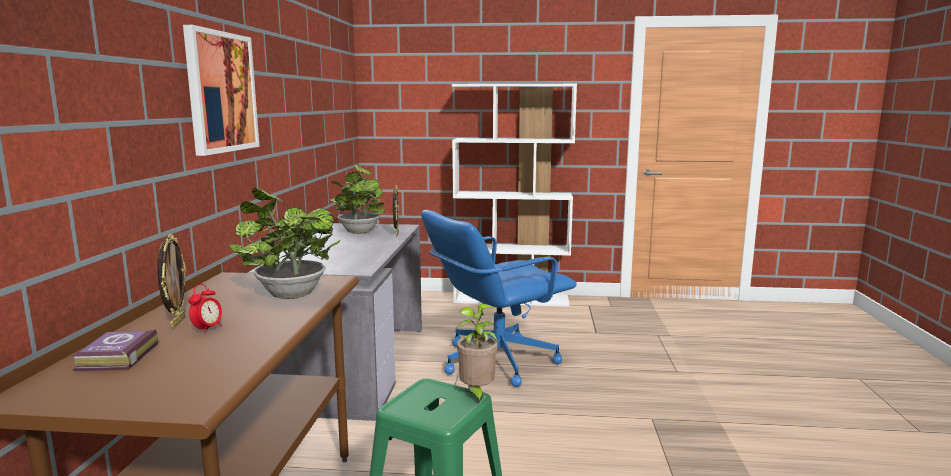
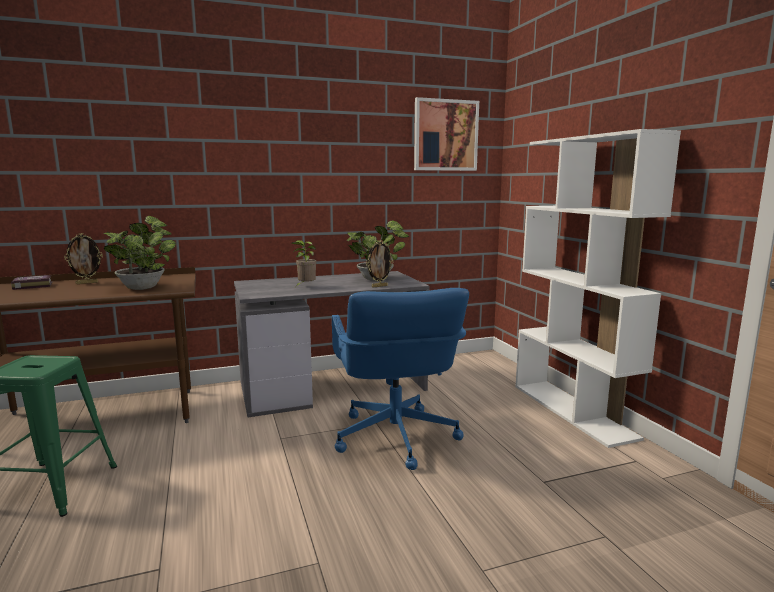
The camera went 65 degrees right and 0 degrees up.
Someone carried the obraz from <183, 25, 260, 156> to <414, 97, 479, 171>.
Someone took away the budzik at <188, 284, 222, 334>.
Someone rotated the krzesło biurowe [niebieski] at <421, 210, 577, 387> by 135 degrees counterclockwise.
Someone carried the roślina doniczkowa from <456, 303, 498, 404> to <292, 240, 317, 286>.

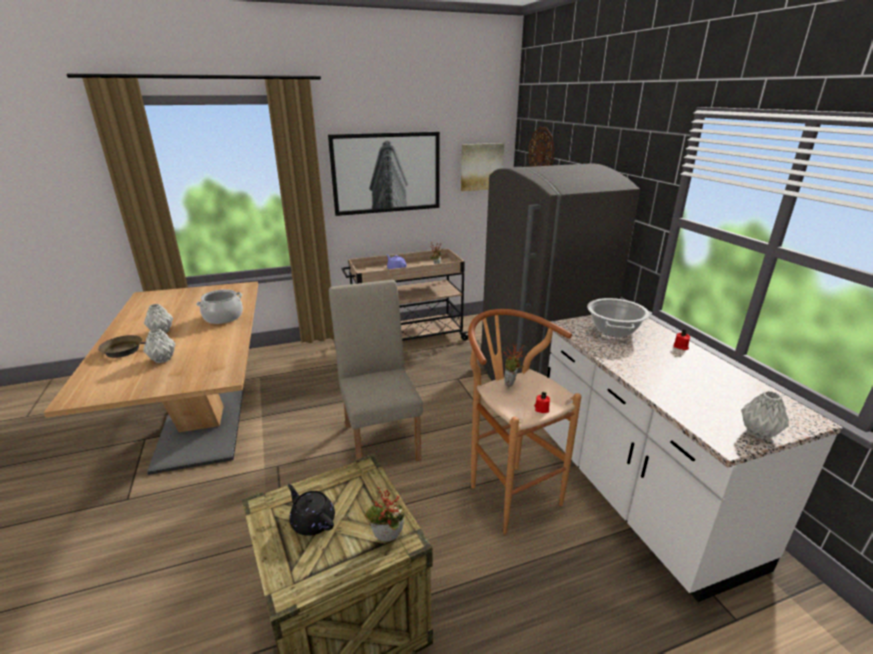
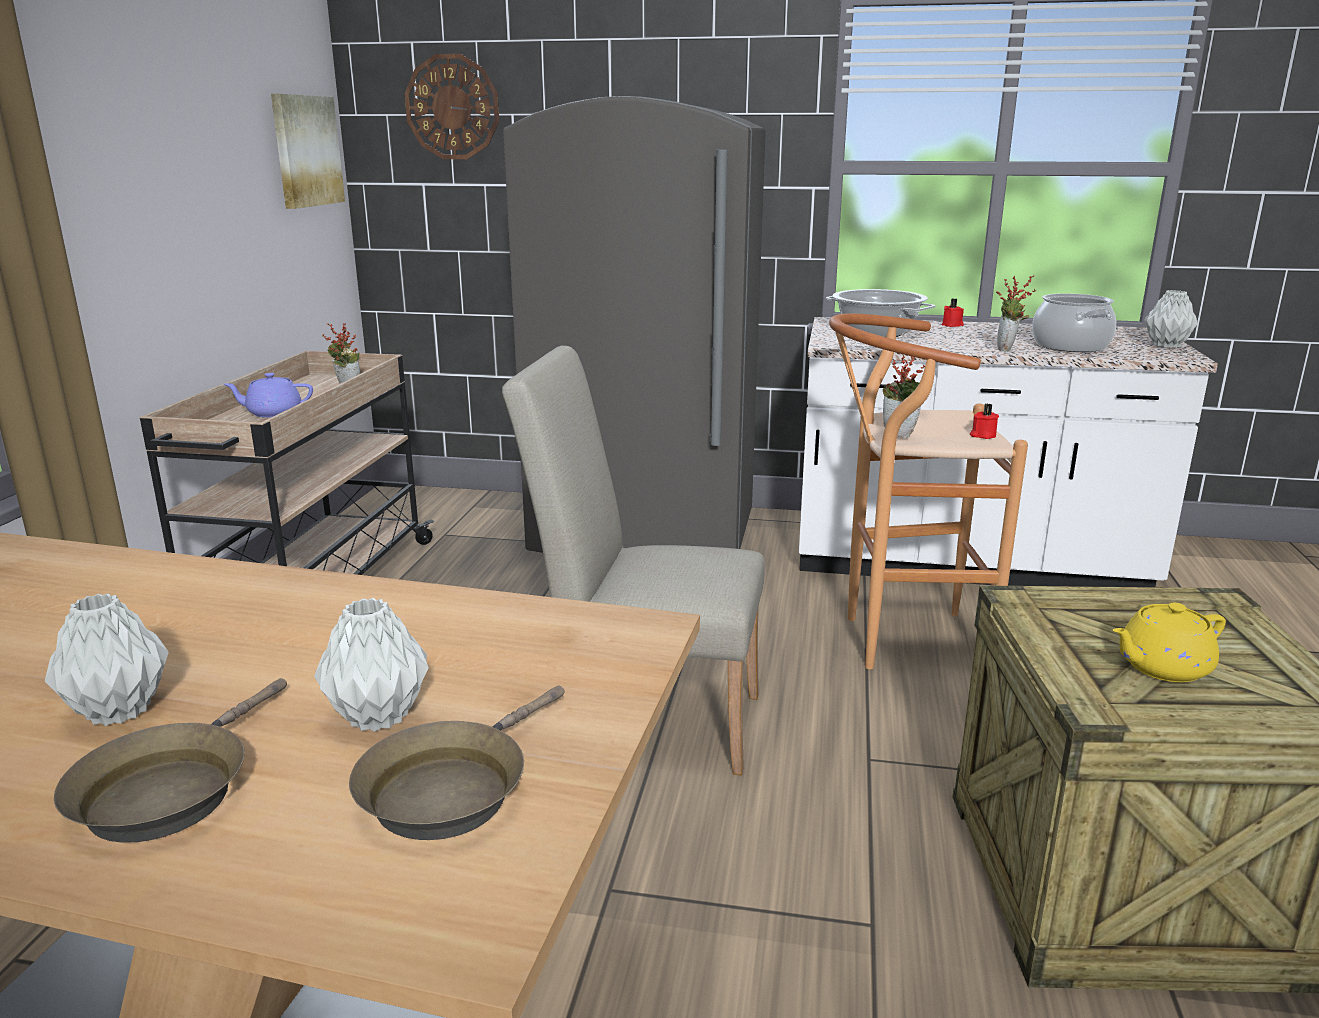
The camera went 60 degrees left and 5 degrees down.
Someone carried the garnek from <196, 289, 243, 324> to <1032, 293, 1116, 352>.
Someone repainted the imbryk [czarny] at <288, 484, 335, 536>, which became the imbryk [żółty] at <1113, 603, 1226, 682>.
Someone took away the obraz at <328, 132, 440, 216>.
Someone carried the roślina doniczkowa from <365, 487, 405, 542> to <996, 275, 1036, 352>.
Someone put down the patelnia [brązowy] at <349, 685, 564, 840>.

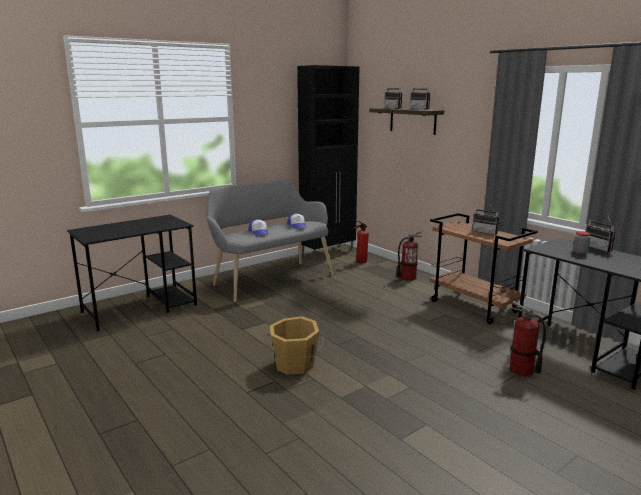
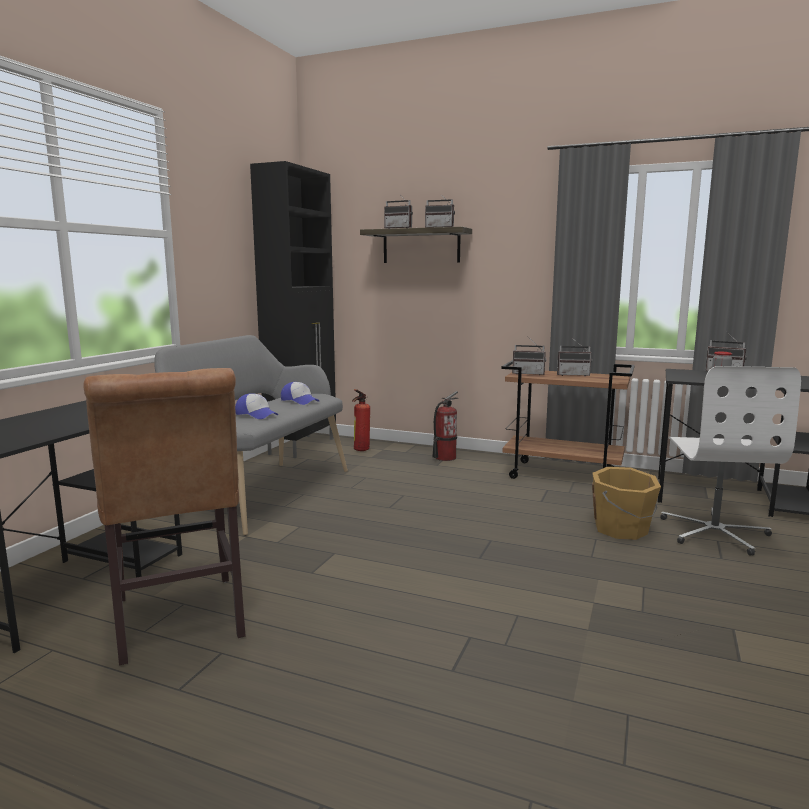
The camera went 30 degrees left and 5 degrees down.
Someone carried the wiadro [pomarańczowy] from <265, 316, 324, 375> to <592, 467, 661, 540>.
Someone swapped the gaśnica at <510, 301, 546, 377> for the krzesło biurowe [biały] at <660, 366, 801, 556>.
Someone put down the krzesło [brązowy] at <83, 368, 246, 665>.
Someone put down the radio at <512, 336, 546, 375>.

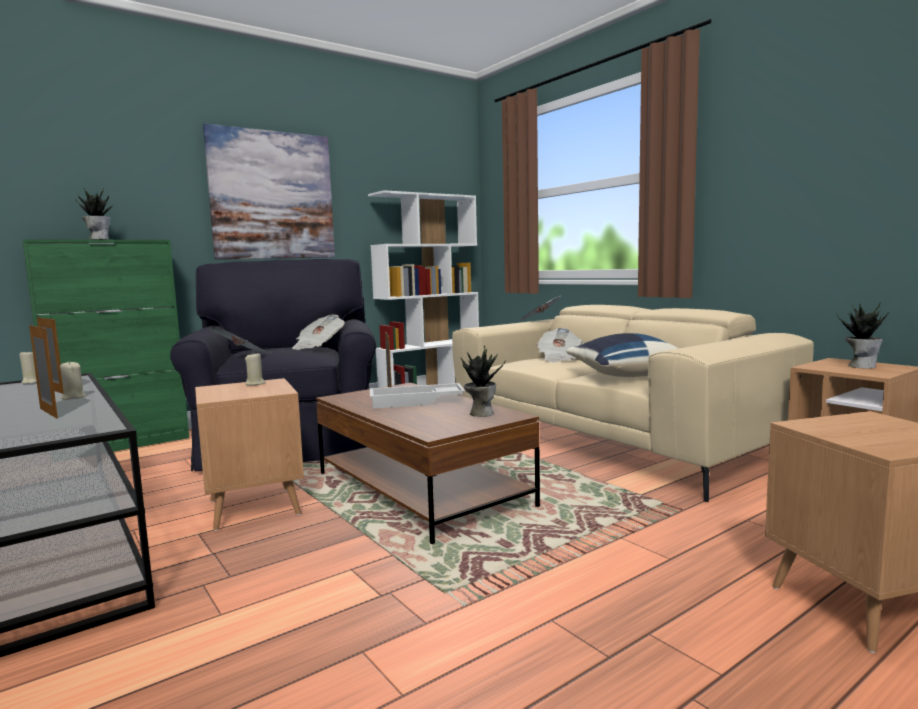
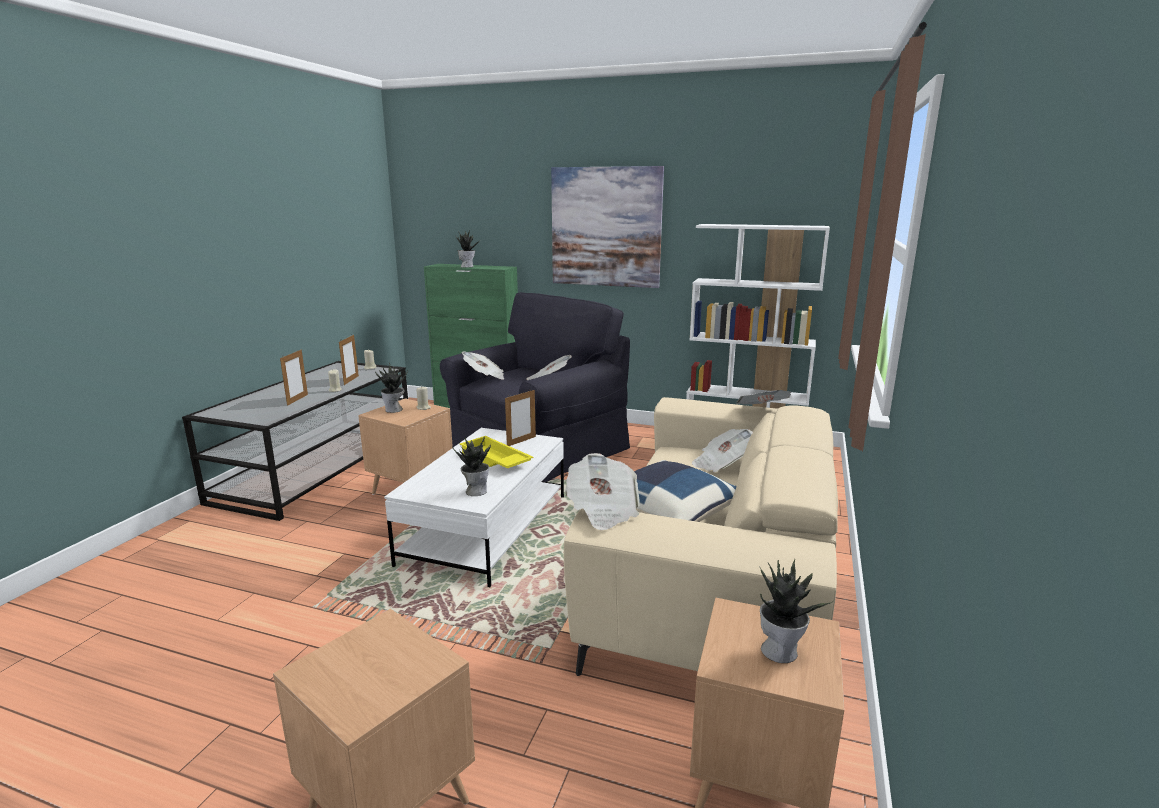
The camera went 55 degrees right and 10 degrees up.
Someone repainted the ława [brązowy] at <316, 383, 540, 544>, which became the ława [biały] at <384, 428, 564, 587>.
Someone repainted the taca [biały] at <370, 383, 465, 409>, which became the taca [żółty] at <460, 436, 533, 468>.
Someone put down the roślina doniczkowa at <375, 363, 408, 413>.
Someone put down the gazeta at <565, 453, 640, 530>.

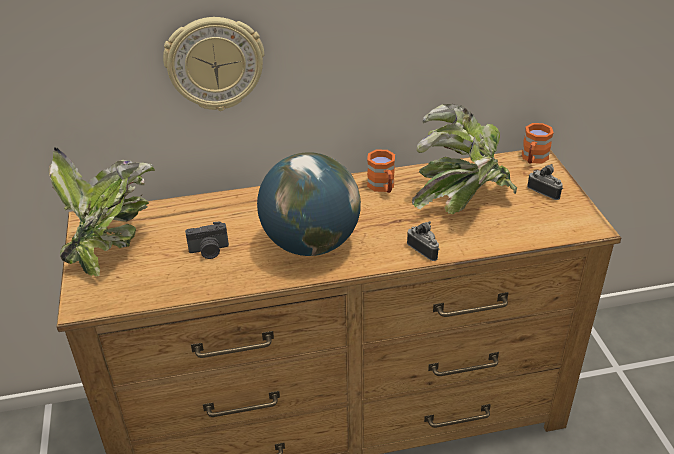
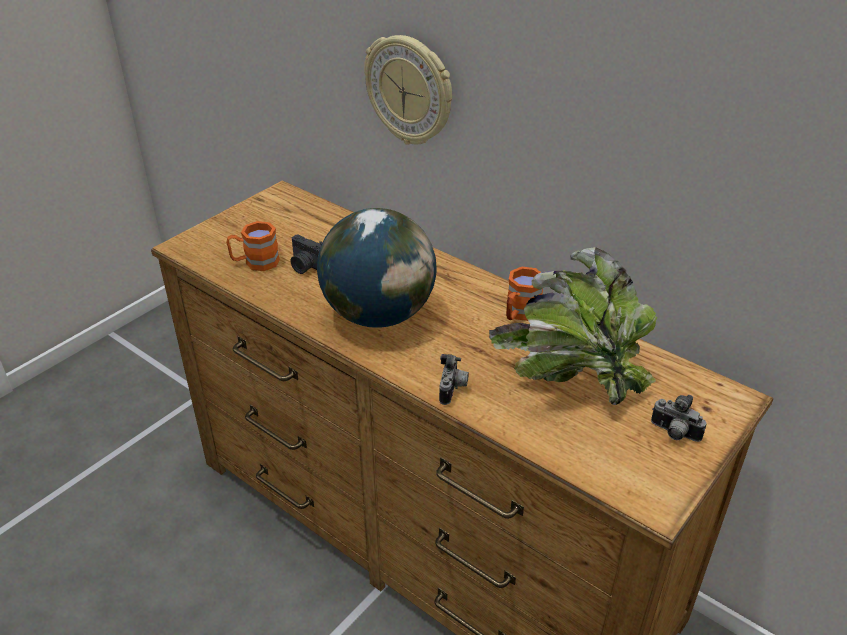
The camera went 50 degrees right and 0 degrees up.
Someone took away the roślina doniczkowa at <49, 148, 155, 277>.
Someone carried the kubek [pomarańczowy] from <522, 123, 554, 163> to <226, 221, 280, 271>.
Someone rotated the aparat fotograficzny at <527, 164, 563, 200> by 120 degrees clockwise.

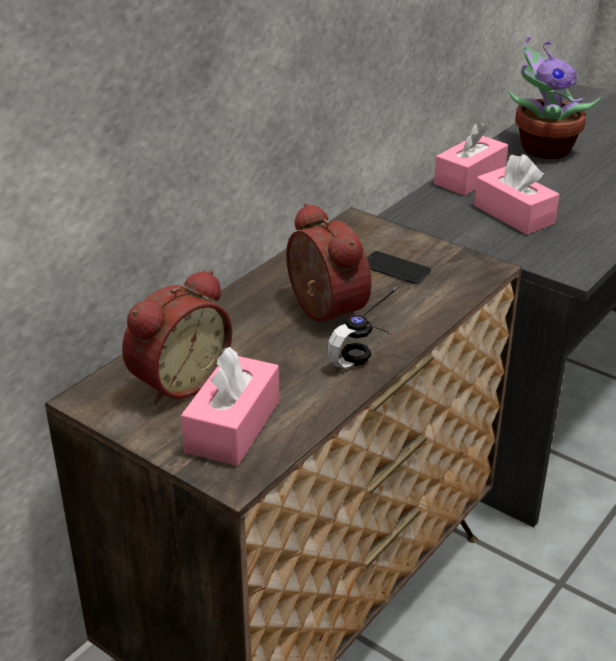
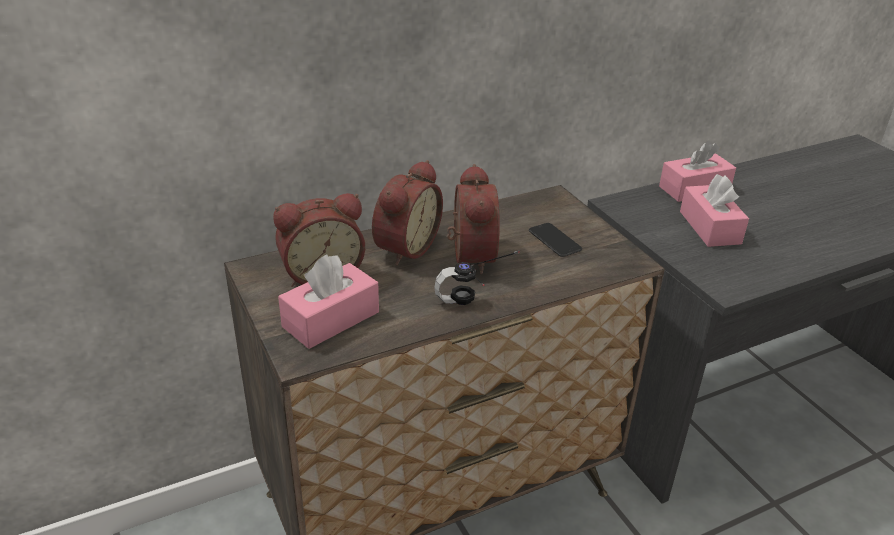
The camera went 25 degrees right and 0 degrees up.
Someone took away the roślina doniczkowa at <508, 35, 601, 159>.
Someone put down the budzik at <372, 160, 443, 266>.

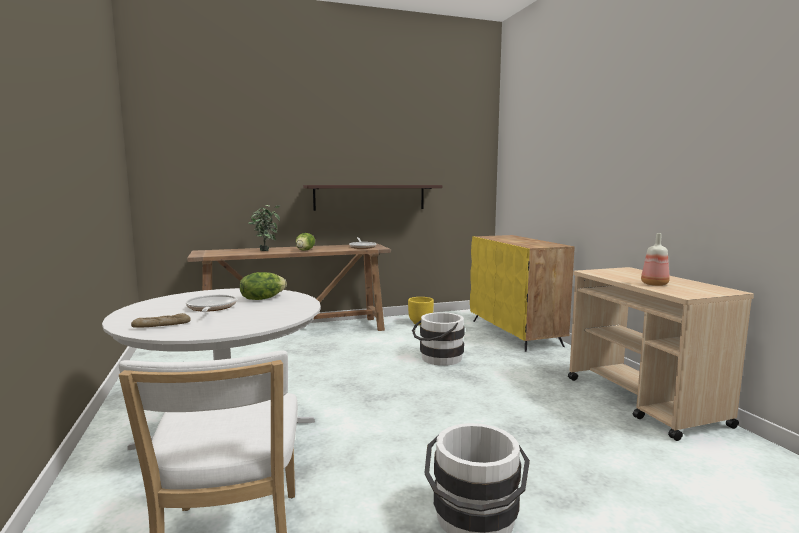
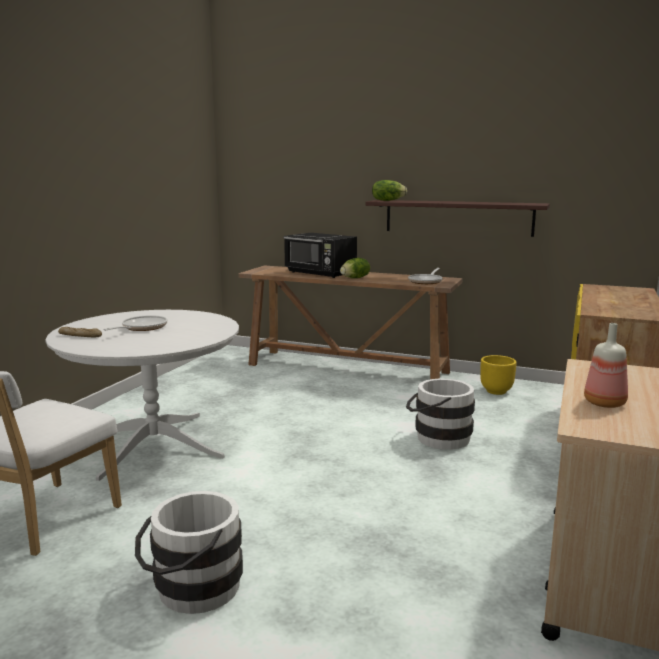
The camera went 40 degrees right and 5 degrees up.
Someone carried the sałata from <239, 272, 287, 300> to <372, 180, 407, 201>.
Someone swapped the roślina doniczkowa at <249, 205, 281, 251> for the mikrofalówka [czarny] at <283, 233, 357, 278>.

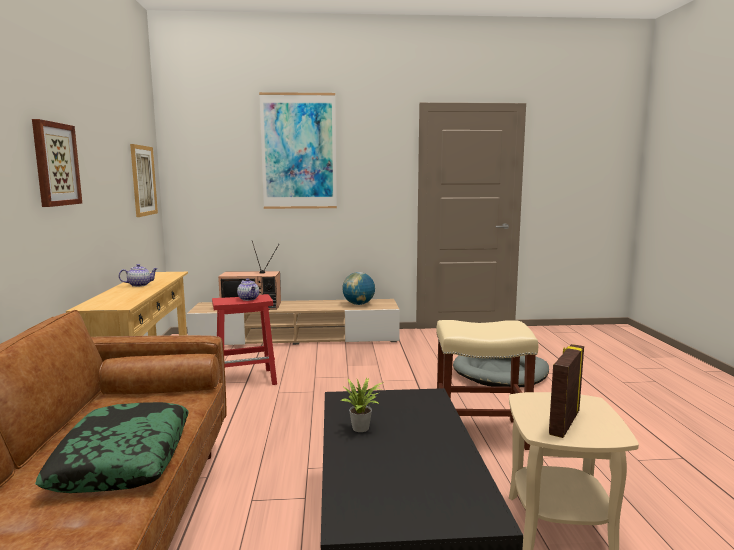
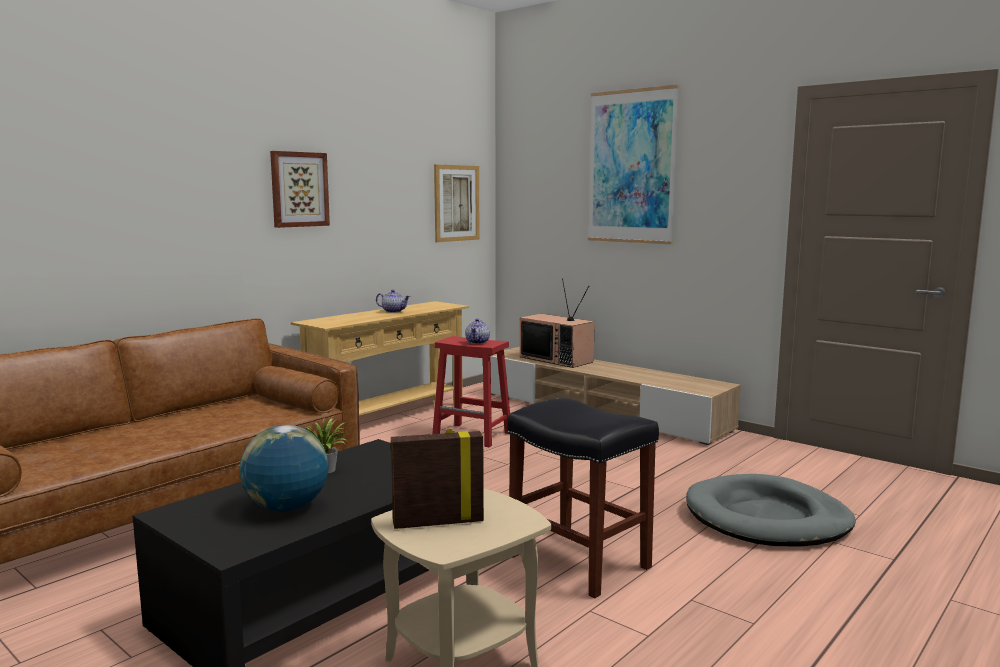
The camera went 45 degrees right and 0 degrees up.
Someone took away the poduszka at <35, 402, 189, 493>.
Someone carried the globus from <342, 272, 375, 305> to <240, 425, 328, 512>.
Someone repainted the stołek [beżowy] at <436, 320, 538, 450>, which became the stołek [czarny] at <508, 398, 659, 598>.

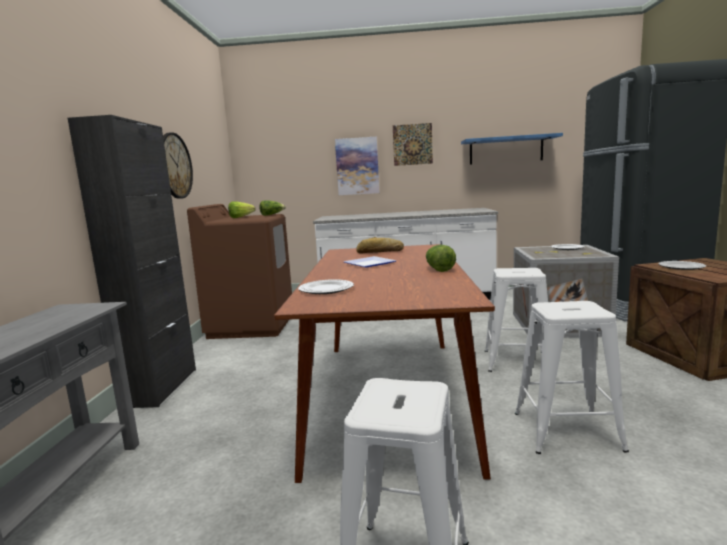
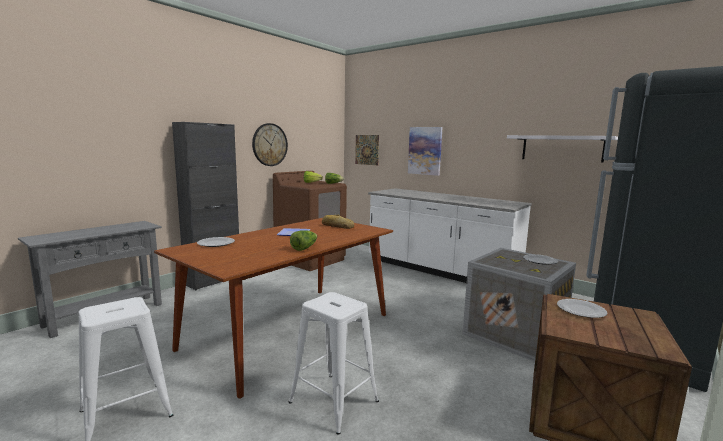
The camera went 35 degrees right and 0 degrees up.
Someone carried the obraz from <393, 123, 433, 166> to <355, 135, 379, 165>.
Someone repainted the półka [niebieski] at <461, 133, 563, 165>, which became the półka [biały] at <507, 135, 618, 163>.
Someone took away the stołek [biały] at <485, 268, 548, 372>.

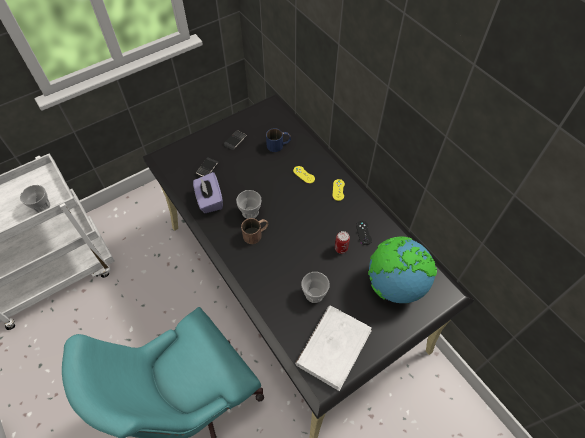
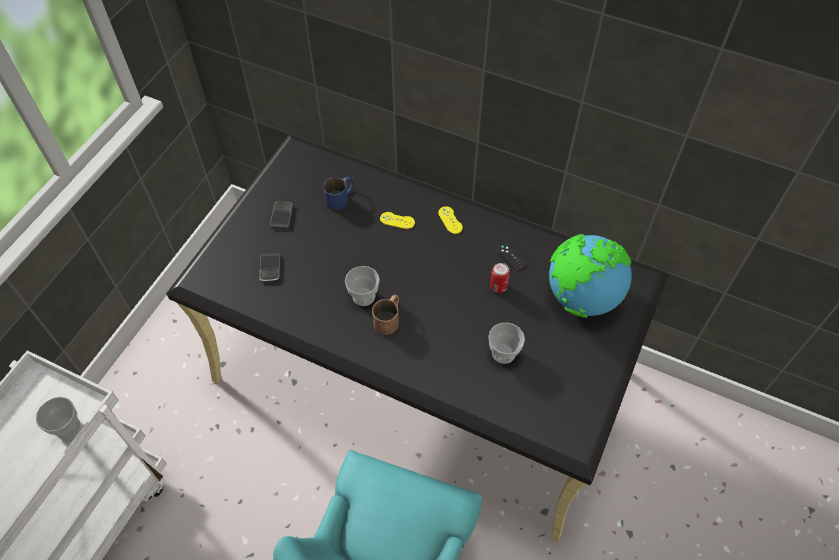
The camera went 30 degrees left and 0 degrees up.
Someone took away the pudełko chusteczek [fioletowy] at <193, 172, 223, 213>.
Someone took away the książka [biały] at <295, 305, 372, 391>.

